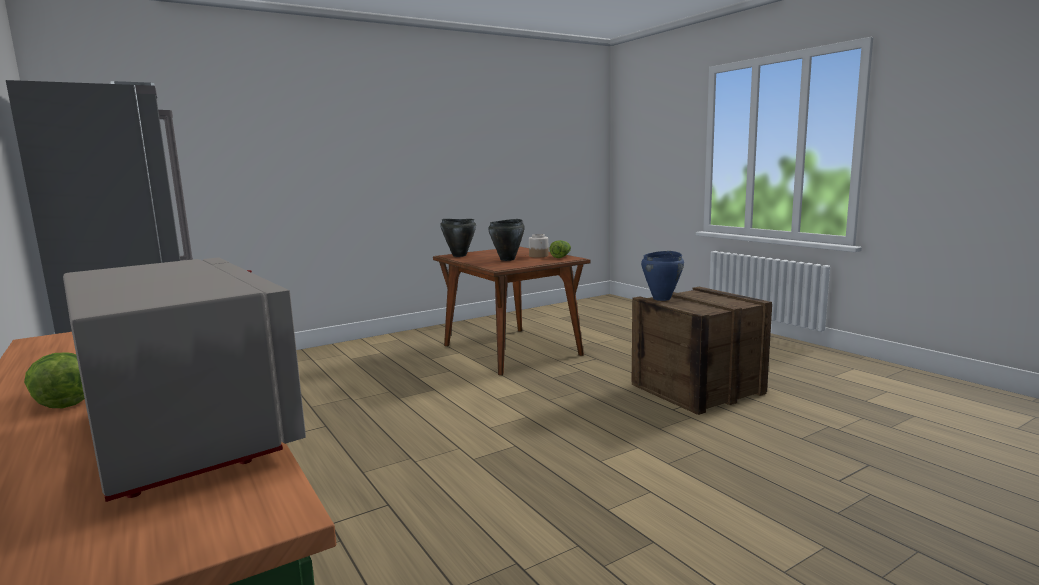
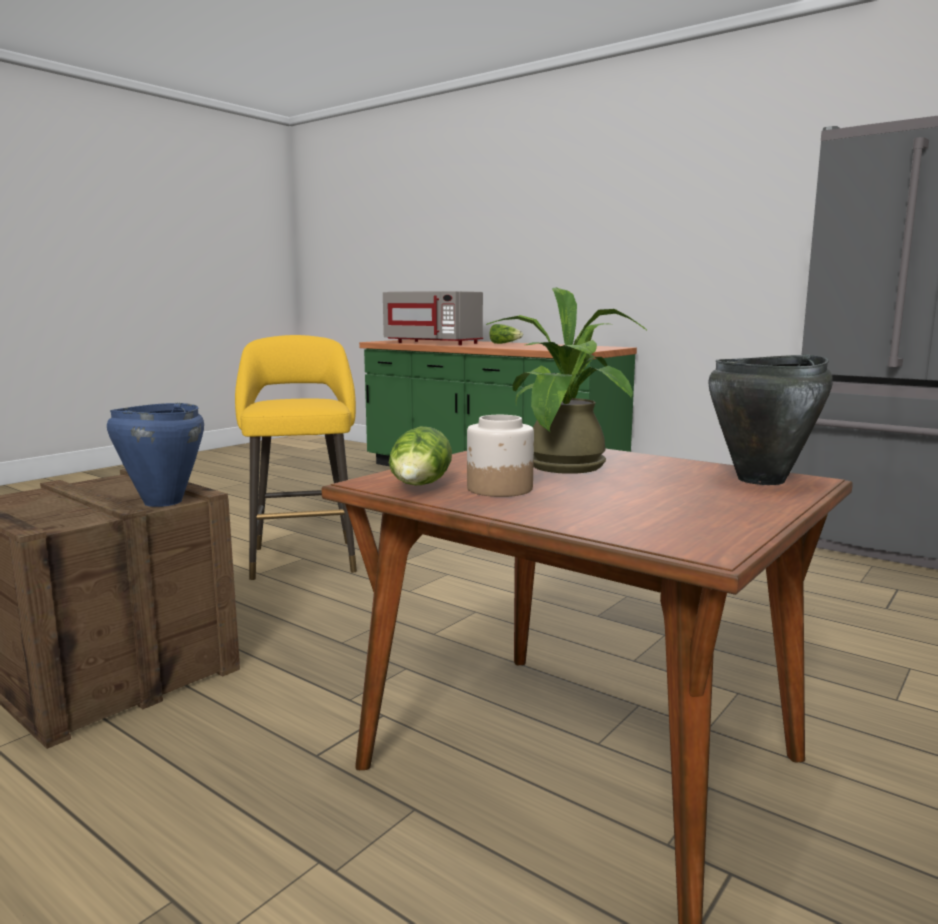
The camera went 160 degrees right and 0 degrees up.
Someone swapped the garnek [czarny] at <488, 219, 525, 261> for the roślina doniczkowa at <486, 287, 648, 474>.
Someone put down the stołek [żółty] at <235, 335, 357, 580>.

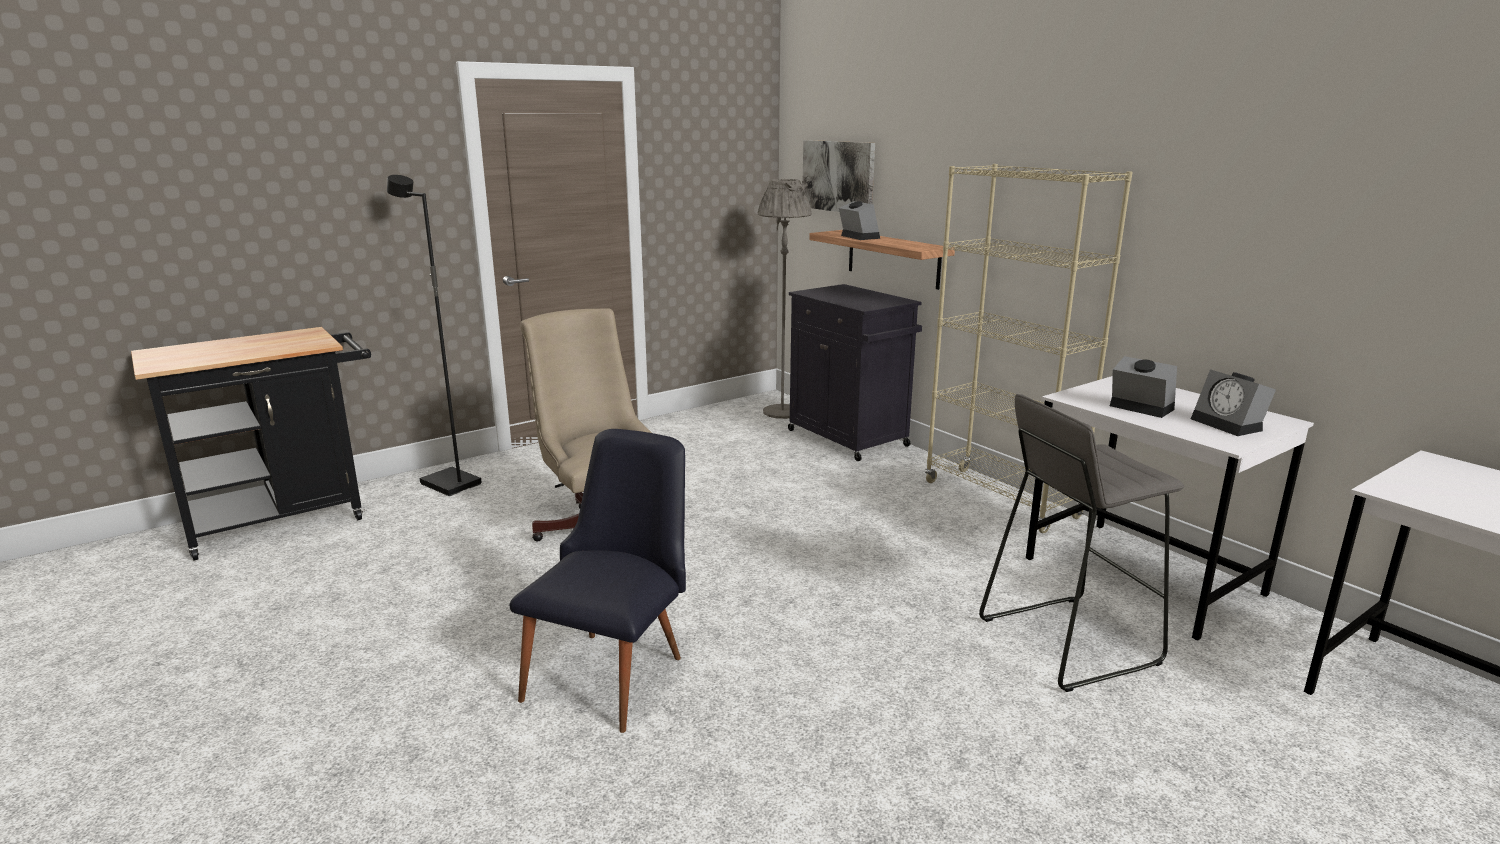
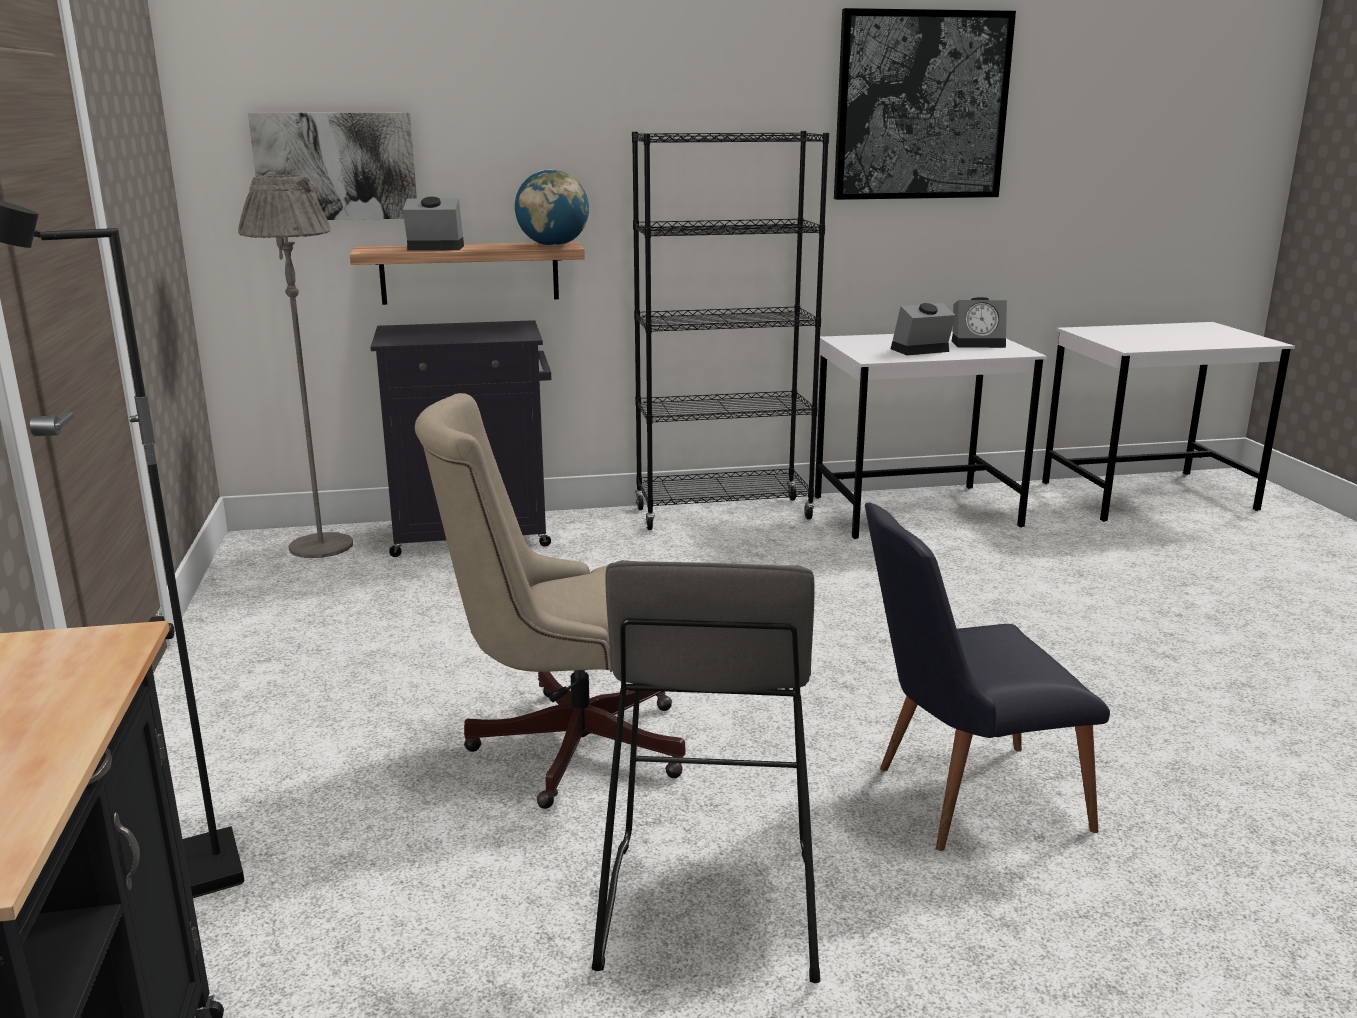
The camera went 65 degrees left and 0 degrees up.
Someone rotated the krzesło [czarny] at <510, 429, 686, 733> by 60 degrees counterclockwise.
Someone repainted the regał [beżowy] at <925, 164, 1132, 533>, which became the regał [czarny] at <632, 131, 829, 530>.
Someone carried the stołek [szary] from <979, 394, 1184, 692> to <592, 560, 820, 983>.
Someone put down the globus at <515, 170, 589, 246>.
Someone put up the obraz at <834, 8, 1016, 200>.

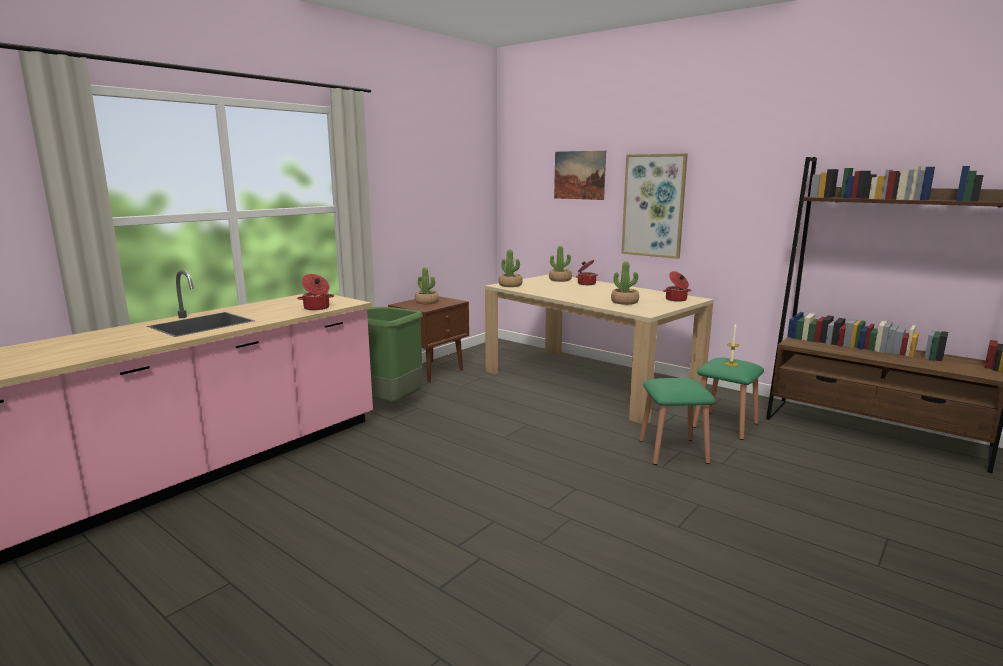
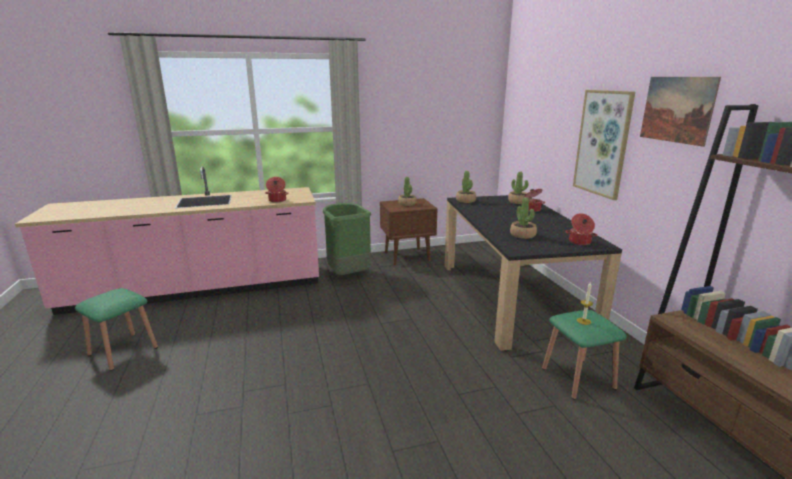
The camera went 35 degrees right and 5 degrees up.
Someone repainted the stół jadalny [beżowy] at <485, 275, 714, 424>, which became the stół jadalny [czarny] at <444, 195, 622, 351>.
Someone carried the obraz from <554, 151, 606, 200> to <640, 77, 721, 147>.
Someone carried the stołek [zielony] from <639, 378, 715, 465> to <75, 288, 158, 371>.

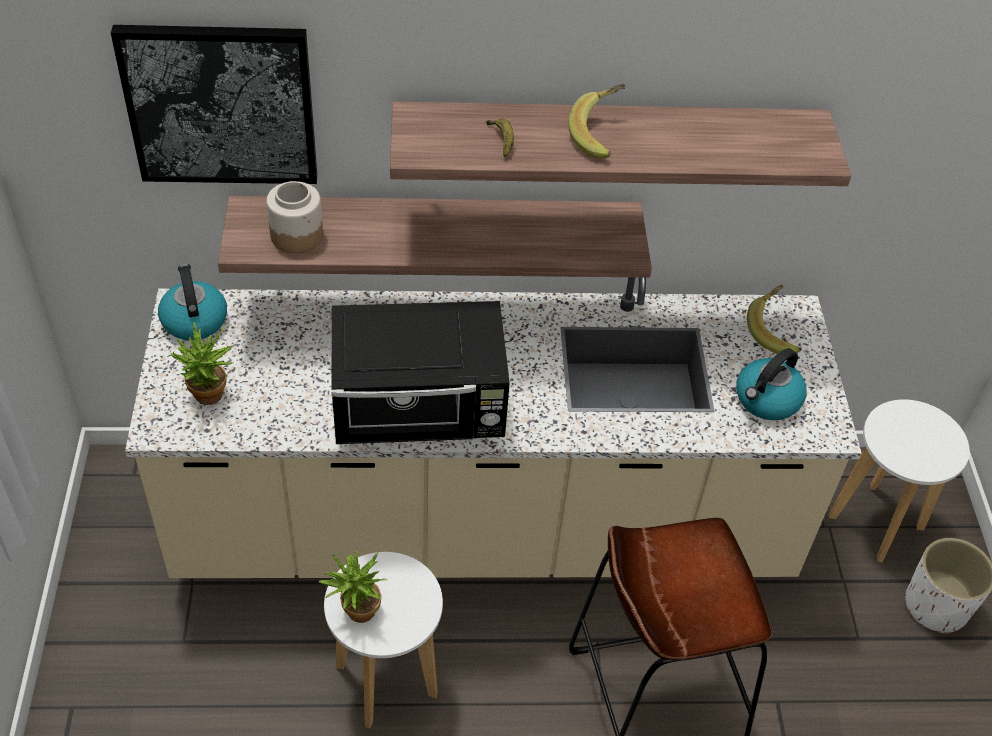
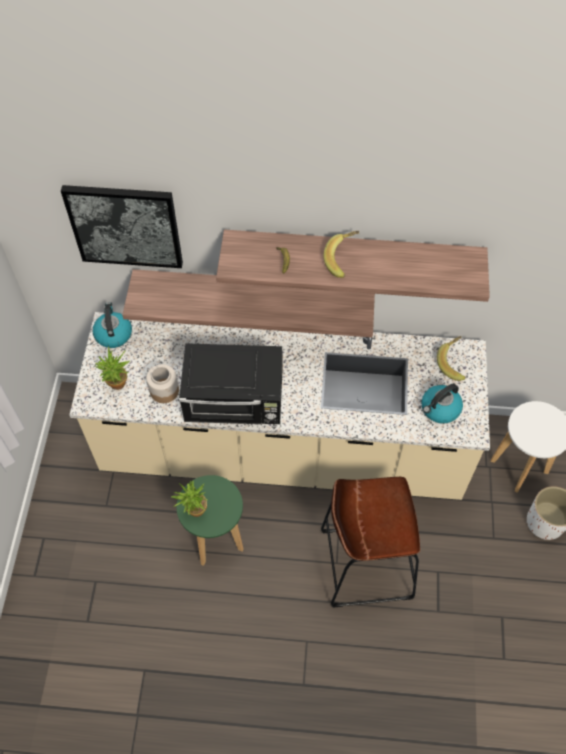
The camera went 10 degrees right and 10 degrees up.
Someone carried the słoik from <266, 181, 323, 253> to <146, 364, 179, 403>.
Someone repainted the stołek [biały] at <324, 552, 443, 728>, which became the stołek [zielony] at <177, 475, 243, 566>.

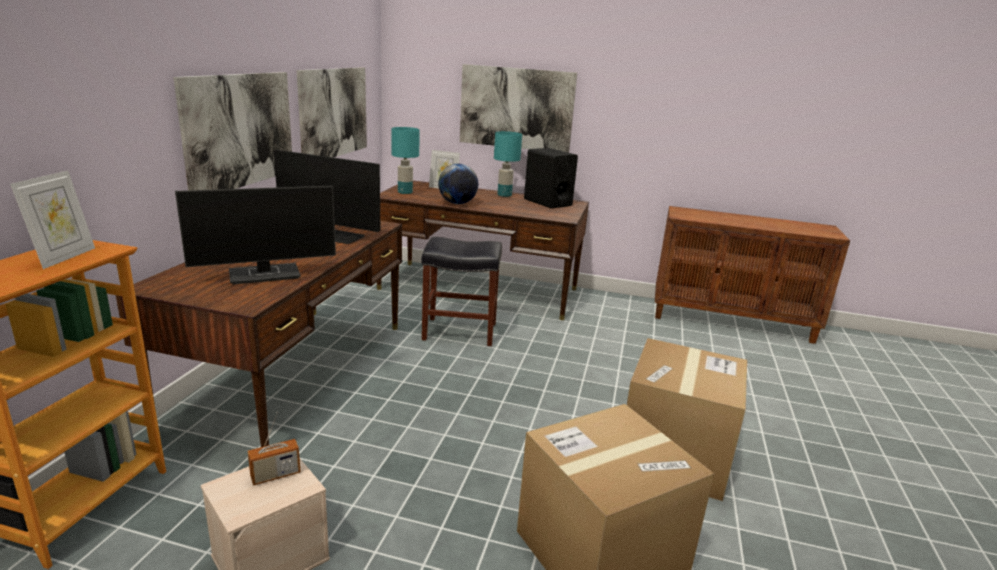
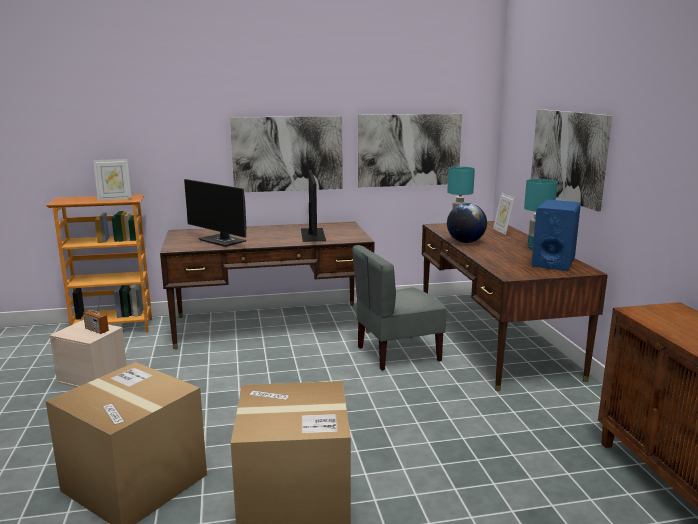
The camera went 65 degrees right and 5 degrees down.
Someone swapped the stołek [czarny] at <421, 237, 502, 346> for the krzesło [szary] at <352, 245, 446, 370>.
Someone repainted the głośnik [czarny] at <524, 148, 578, 209>, which became the głośnik [niebieski] at <532, 199, 581, 271>.

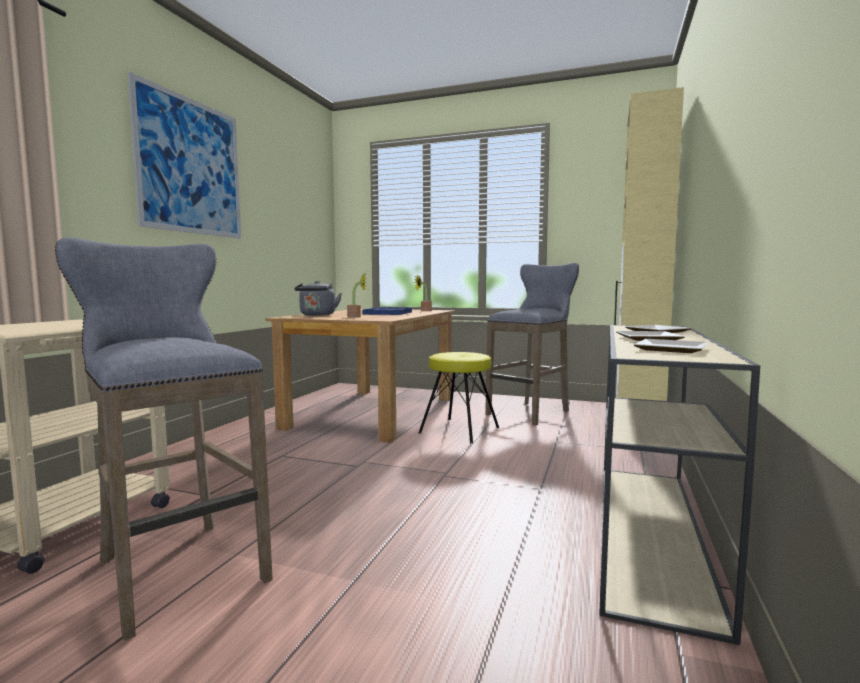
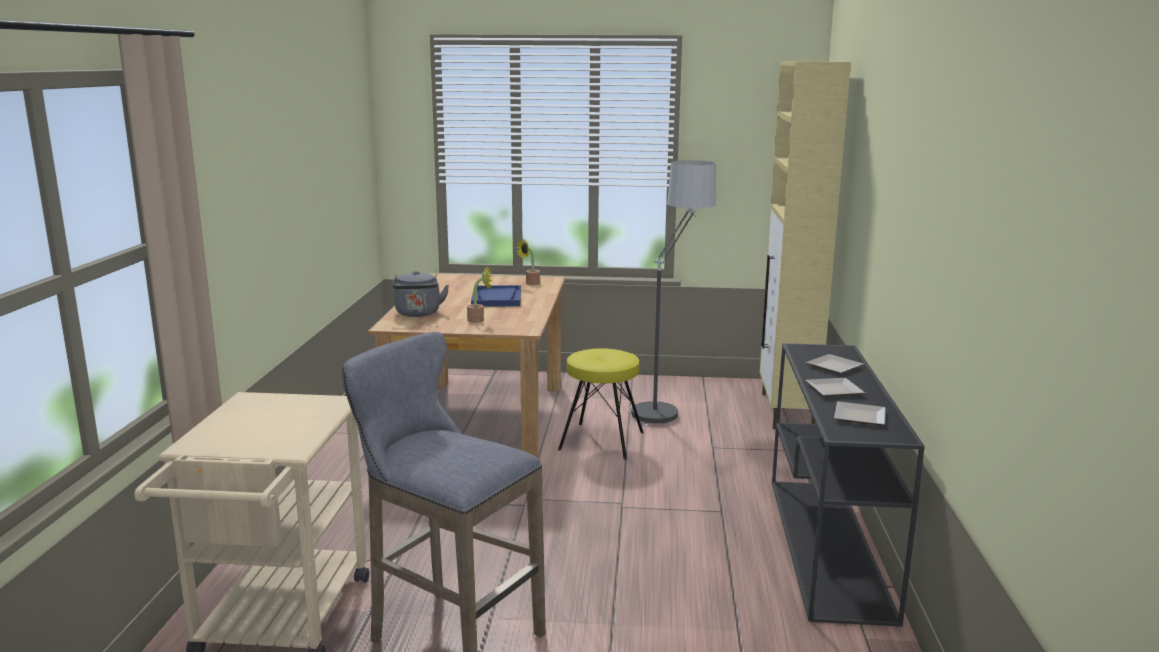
The camera went 15 degrees left and 10 degrees up.
Someone took away the obraz at <128, 72, 241, 239>.
Someone swapped the stołek [szary] at <485, 263, 579, 426> for the lampa stojąca at <628, 160, 716, 426>.
Someone repainted the stolik konsolowy [beżowy] at <600, 325, 760, 645>, which became the stolik konsolowy [czarny] at <772, 343, 925, 627>.

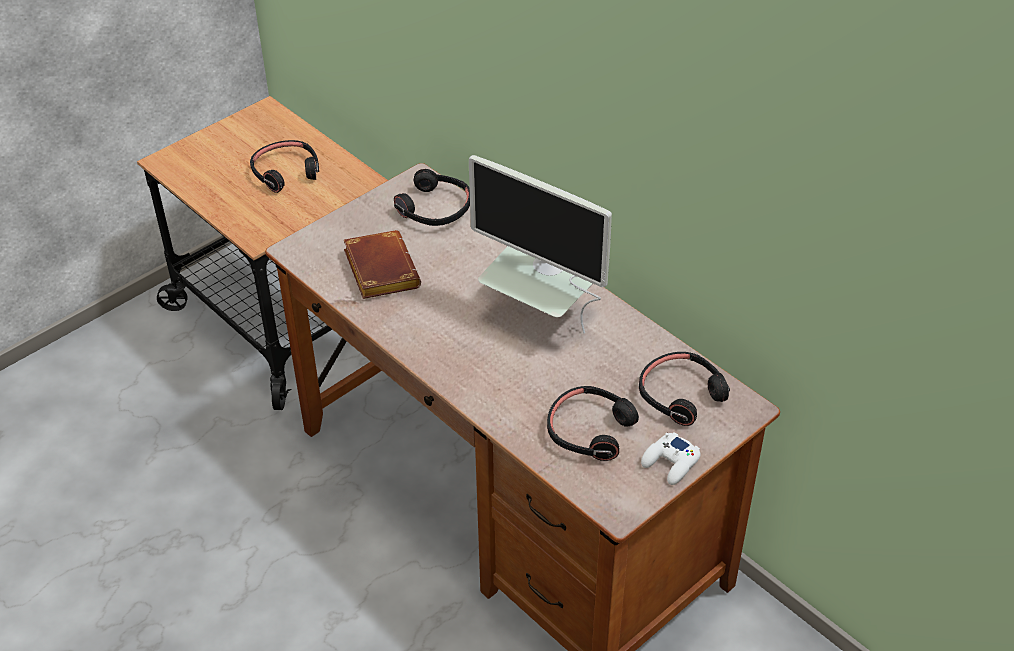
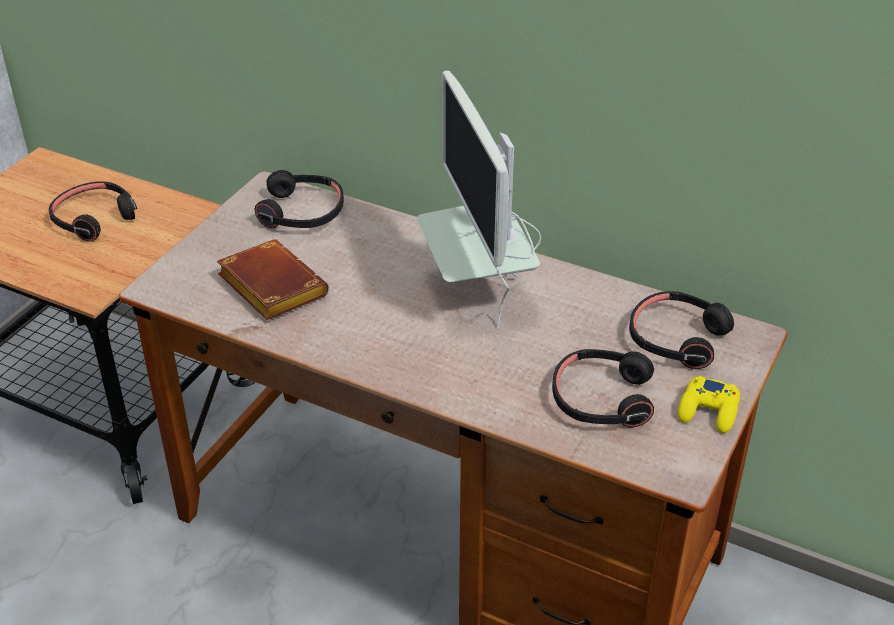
The camera went 20 degrees left and 5 degrees down.
Someone rotated the monitor at <469, 155, 612, 333> by 60 degrees clockwise.
Someone repainted the pad do gier [biały] at <641, 432, 701, 485>, which became the pad do gier [żółty] at <678, 376, 740, 433>.

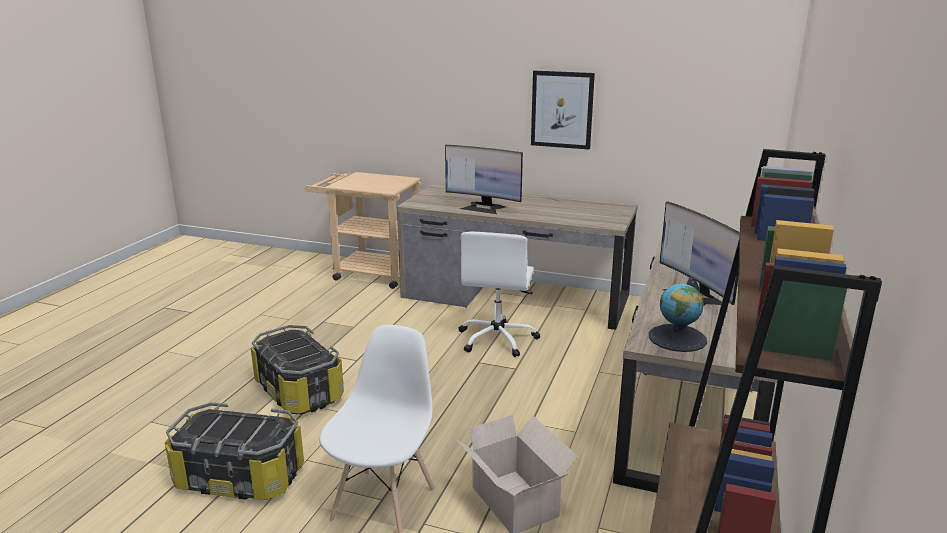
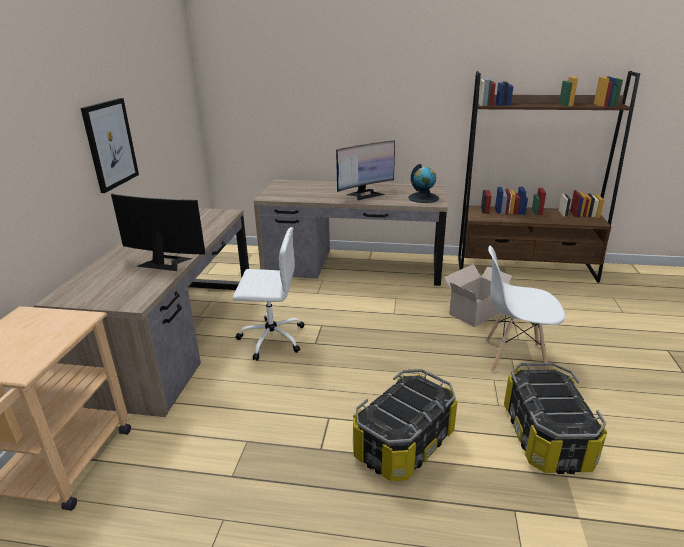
The camera went 100 degrees left and 5 degrees up.
Someone rotated the monitor at <445, 145, 523, 214> by 90 degrees counterclockwise.

